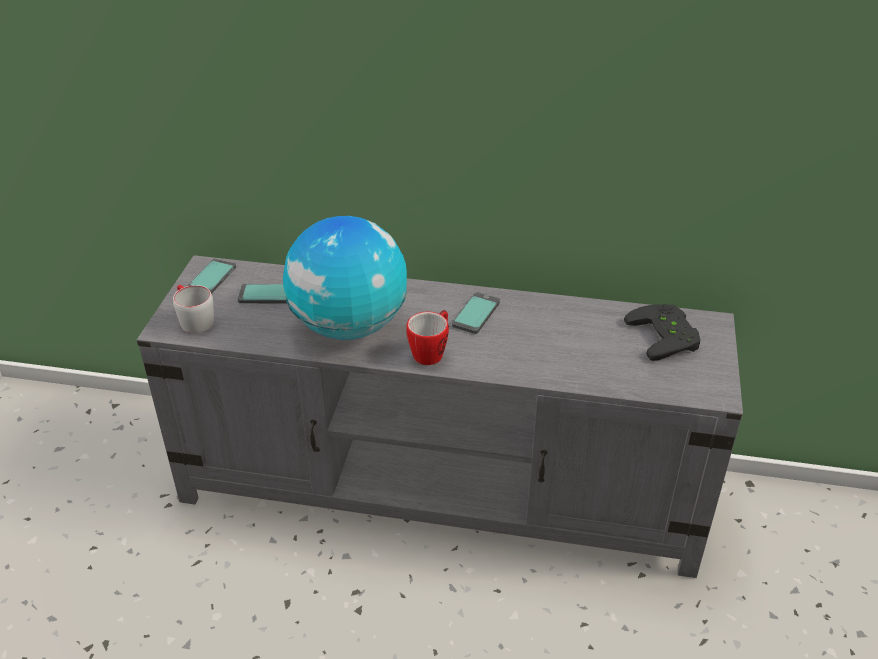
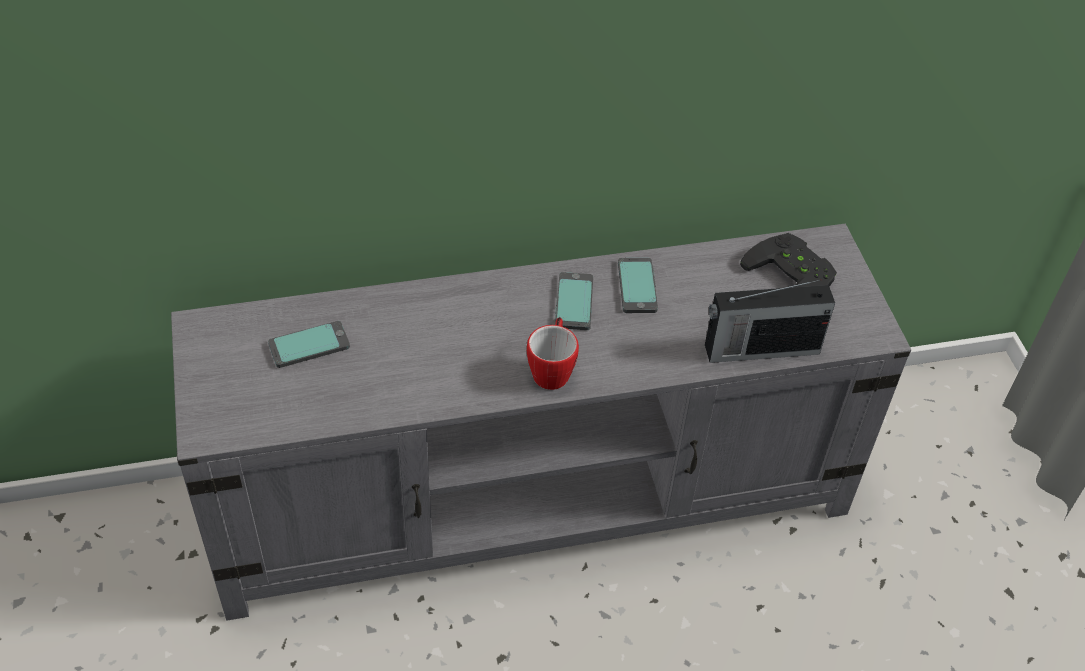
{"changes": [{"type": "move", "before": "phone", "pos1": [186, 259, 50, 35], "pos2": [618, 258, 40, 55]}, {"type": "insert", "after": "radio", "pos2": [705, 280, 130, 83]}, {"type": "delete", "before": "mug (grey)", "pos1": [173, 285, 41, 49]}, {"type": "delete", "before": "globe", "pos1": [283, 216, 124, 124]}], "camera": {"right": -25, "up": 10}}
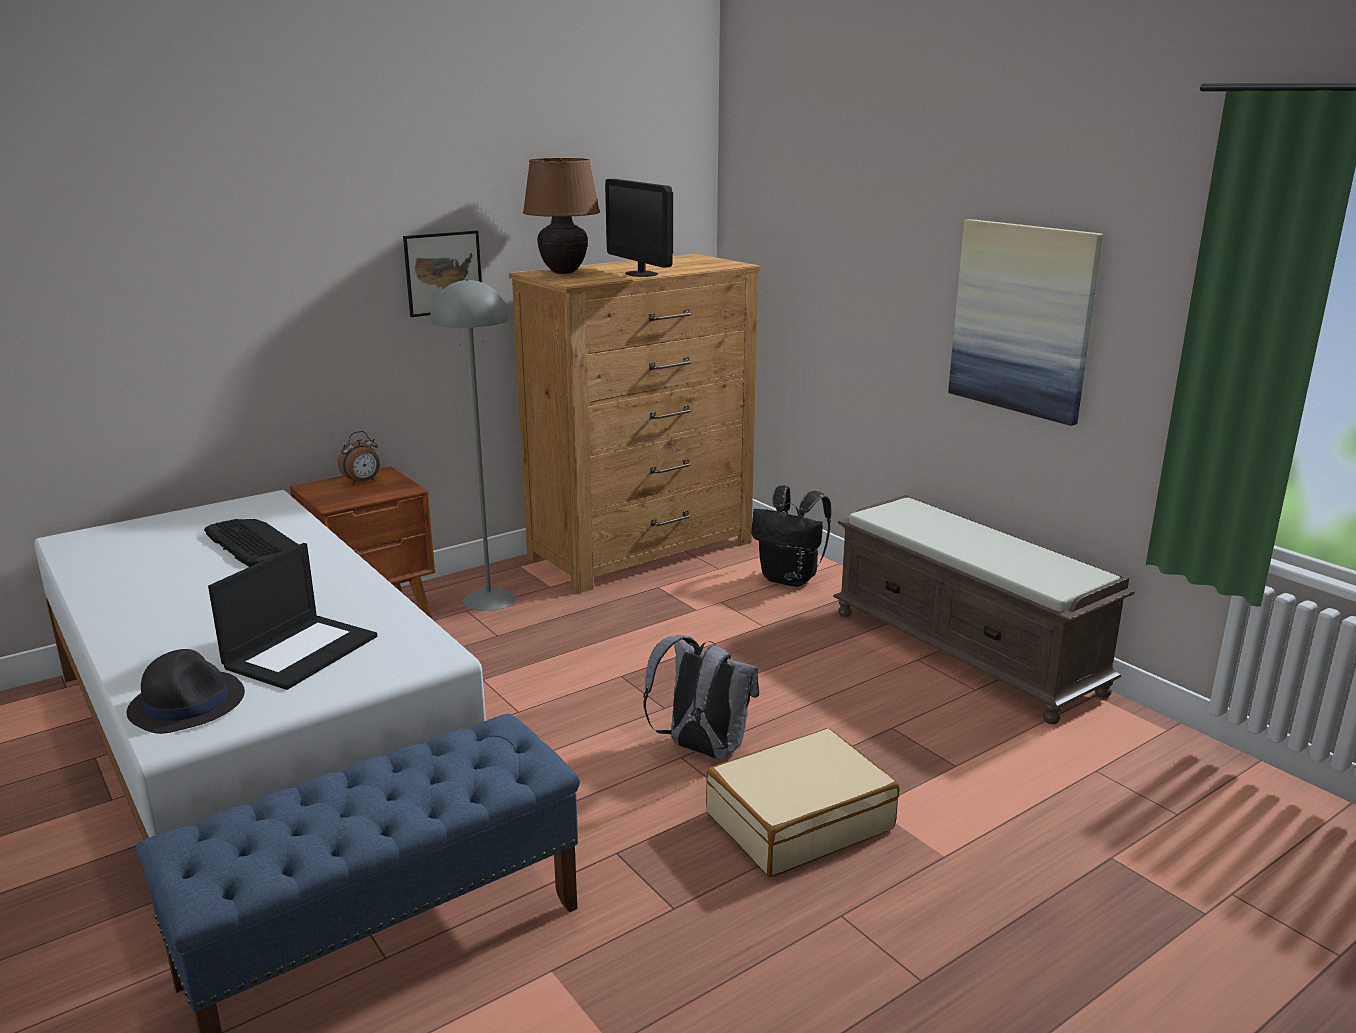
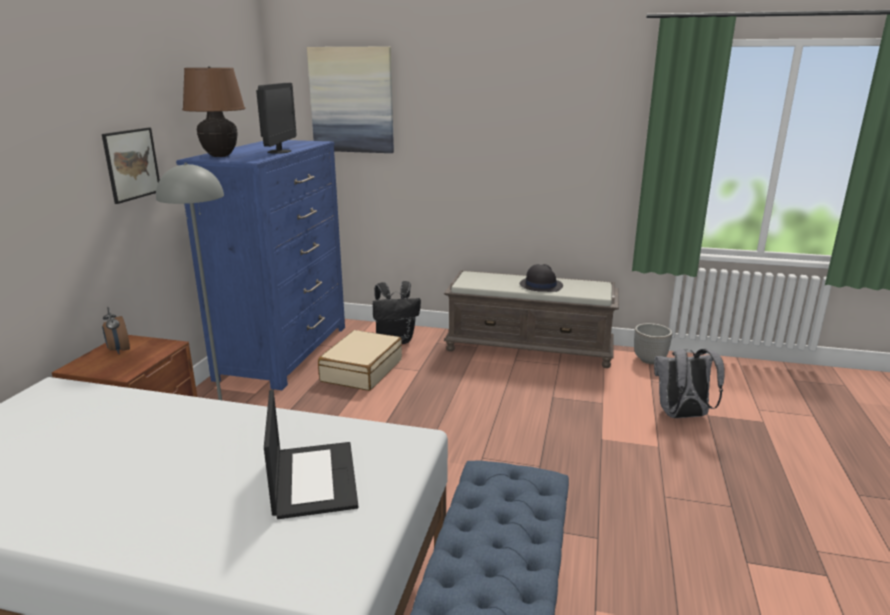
{"changes": [{"type": "rotate", "before": "alarm clock", "pos1": [338, 431, 42, 54], "pos2": [102, 307, 28, 47], "turn": 135}, {"type": "recolor", "before": "dresser (brown)", "after": "dresser (blue)", "pos1": [509, 254, 252, 339], "pos2": [176, 140, 169, 250]}, {"type": "rotate", "before": "monitor", "pos1": [605, 179, 68, 98], "pos2": [256, 83, 40, 71], "turn": -105}, {"type": "move", "before": "picture", "pos1": [948, 219, 155, 207], "pos2": [307, 47, 87, 106]}, {"type": "move", "before": "suitcase (beige)", "pos1": [706, 728, 193, 149], "pos2": [318, 330, 84, 61]}, {"type": "move", "before": "hat (black)", "pos1": [127, 649, 118, 85], "pos2": [520, 264, 43, 28]}, {"type": "insert", "after": "planter", "pos2": [634, 323, 38, 41]}, {"type": "move", "before": "backpack (grey)", "pos1": [643, 635, 116, 125], "pos2": [654, 348, 71, 70]}, {"type": "delete", "before": "keyboard", "pos1": [204, 519, 95, 48]}], "camera": {"right": -40, "up": 0}}
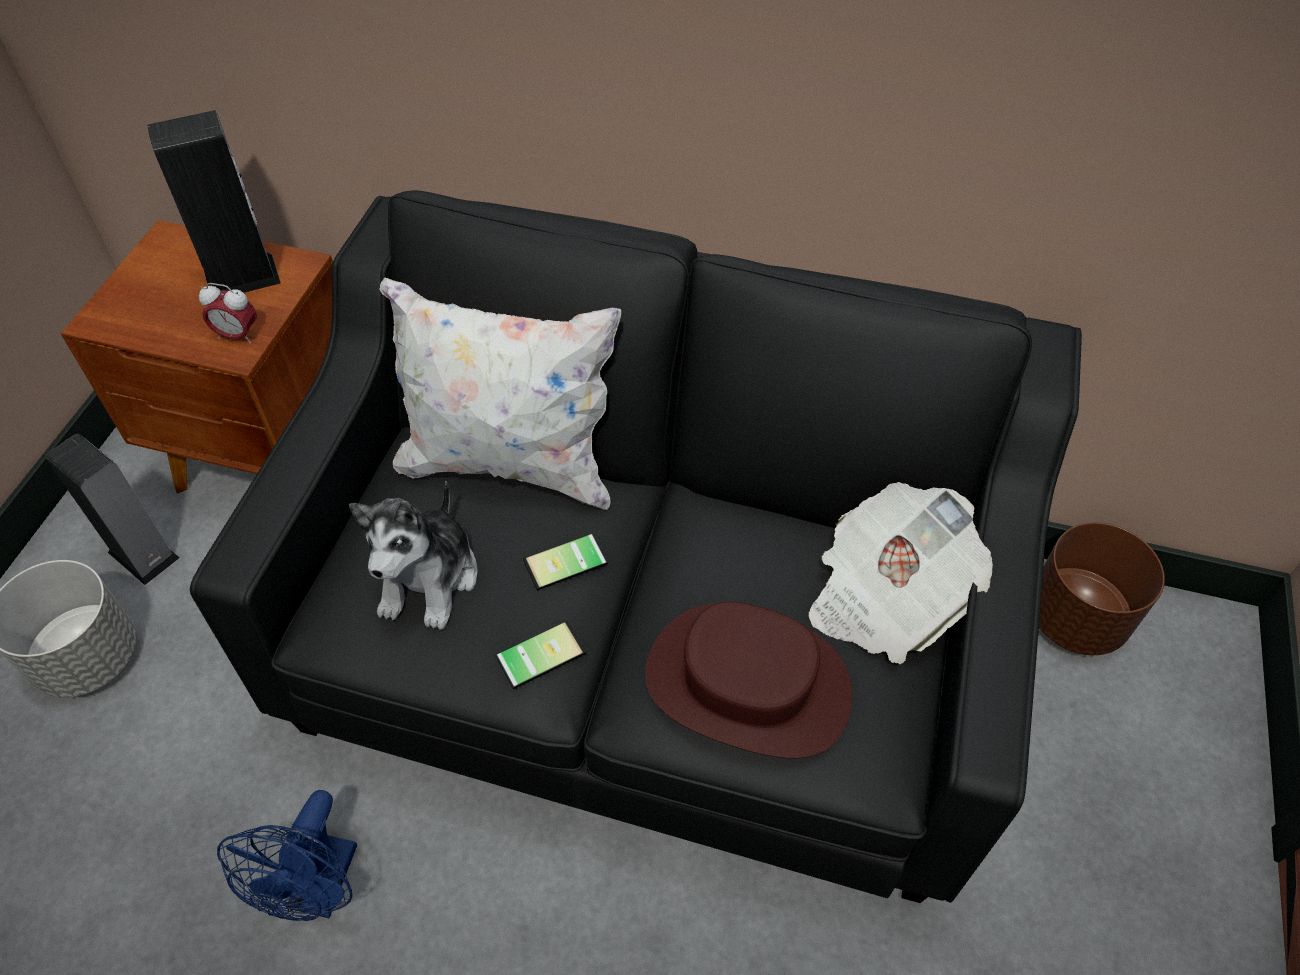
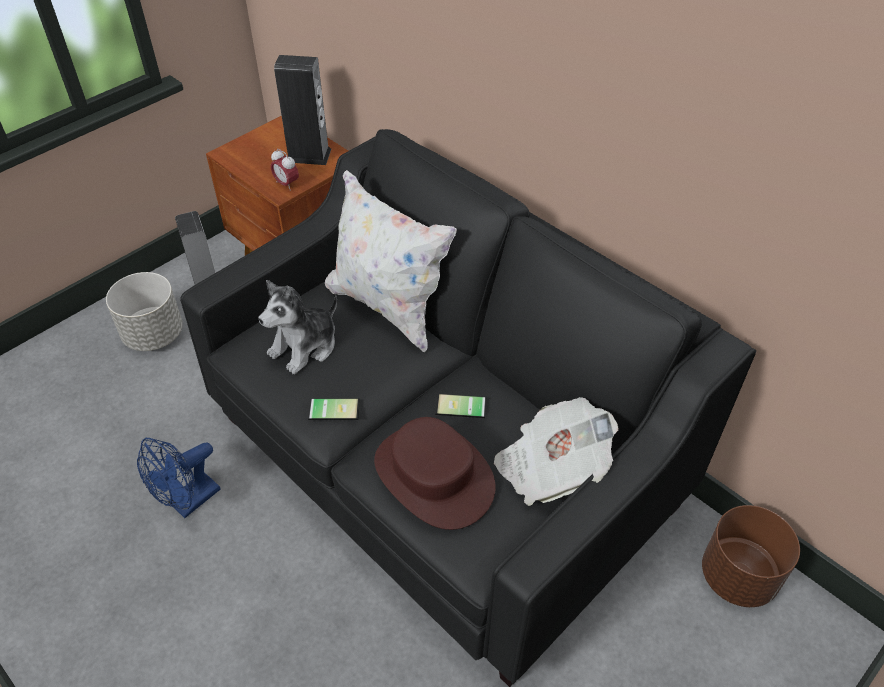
{"changes": [{"type": "move", "before": "phone", "pos1": [523, 533, 85, 57], "pos2": [435, 394, 51, 24]}], "camera": {"right": 30, "up": -5}}
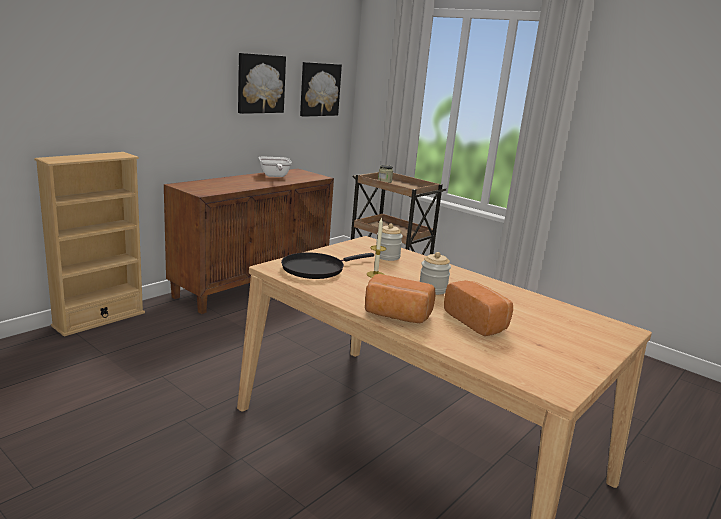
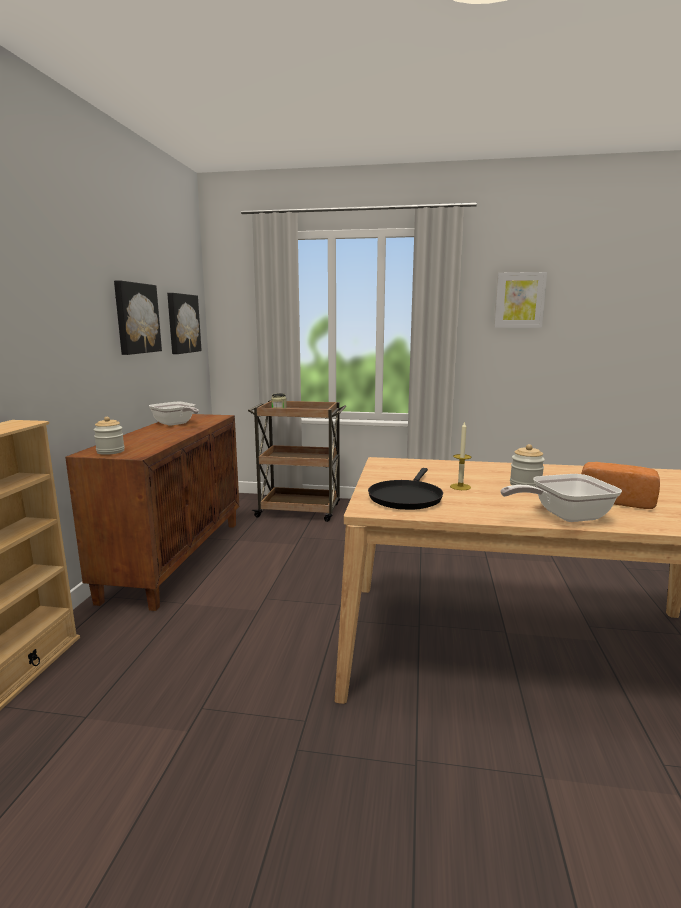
{"changes": [{"type": "move", "before": "jar", "pos1": [375, 224, 28, 37], "pos2": [94, 417, 31, 38]}, {"type": "insert", "after": "picture", "pos2": [494, 272, 53, 56]}, {"type": "replace", "before": "bread", "after": "frying pan", "pos1": [365, 274, 71, 49], "pos2": [501, 474, 121, 48]}], "camera": {"right": -30, "up": -5}}
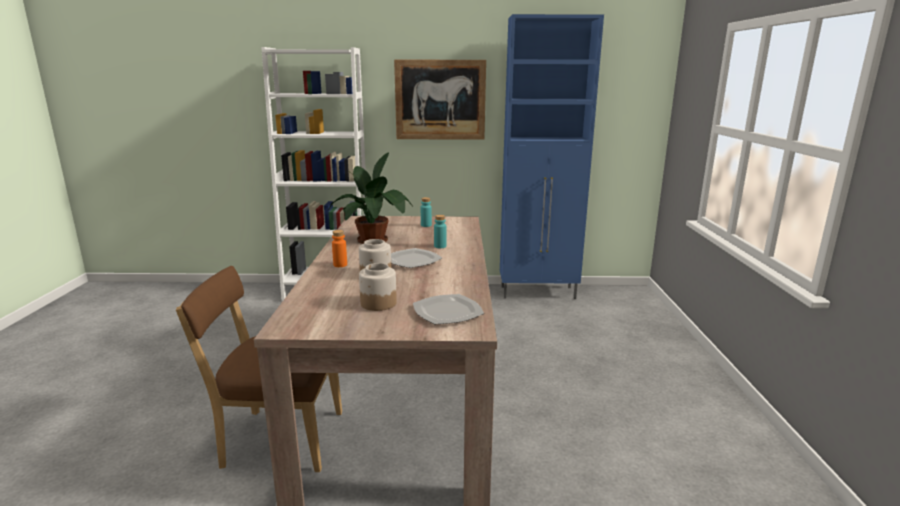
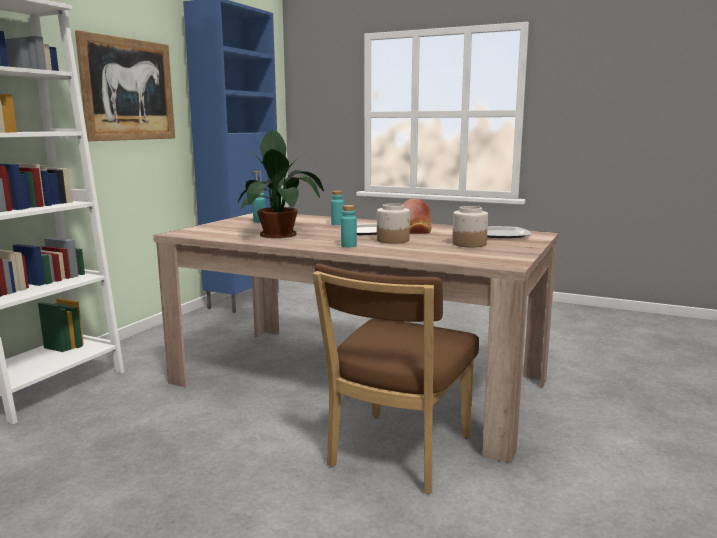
{"changes": [{"type": "recolor", "before": "bottle (orange)", "after": "bottle (turquoise)", "pos1": [332, 230, 15, 37], "pos2": [341, 205, 16, 42]}, {"type": "insert", "after": "bread", "pos2": [403, 199, 29, 35]}], "camera": {"right": -65, "up": -5}}
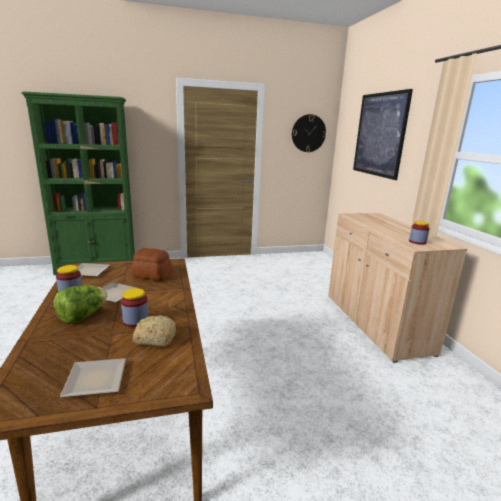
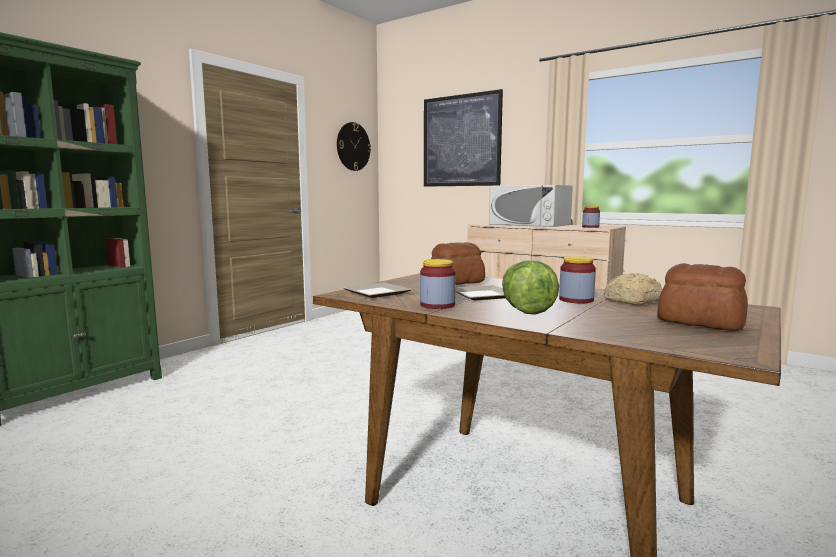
{"changes": [{"type": "insert", "after": "microwave (white)", "pos2": [489, 185, 84, 42]}, {"type": "replace", "before": "plate", "after": "bread", "pos1": [60, 358, 66, 40], "pos2": [657, 263, 91, 68]}], "camera": {"right": -40, "up": -10}}
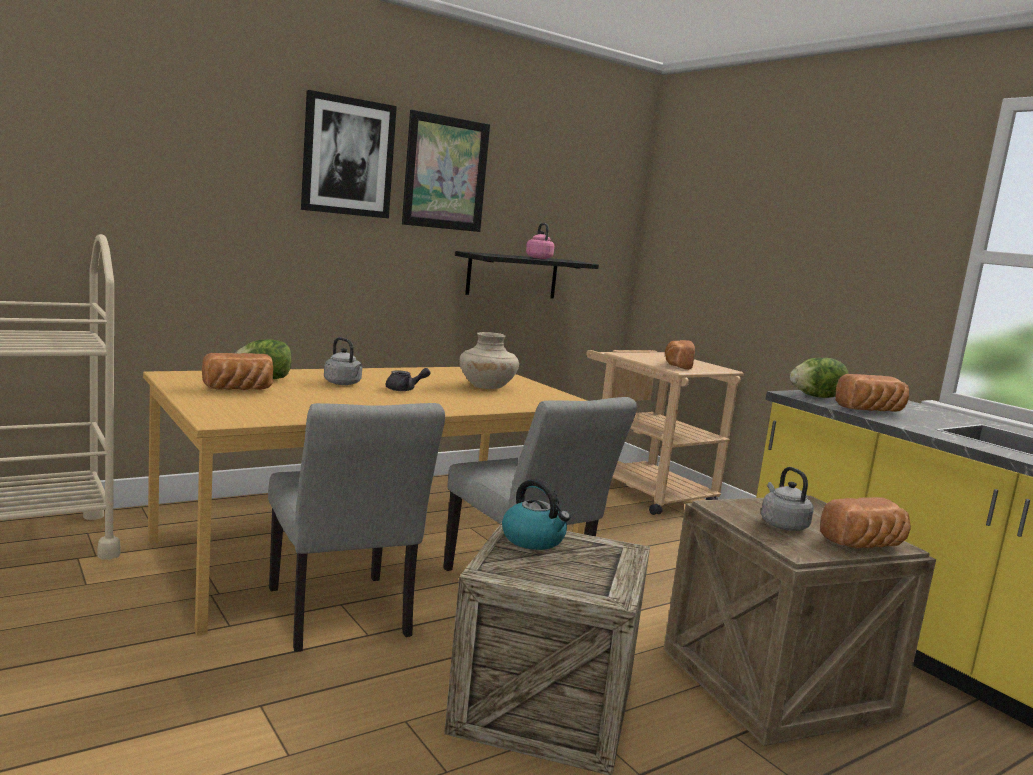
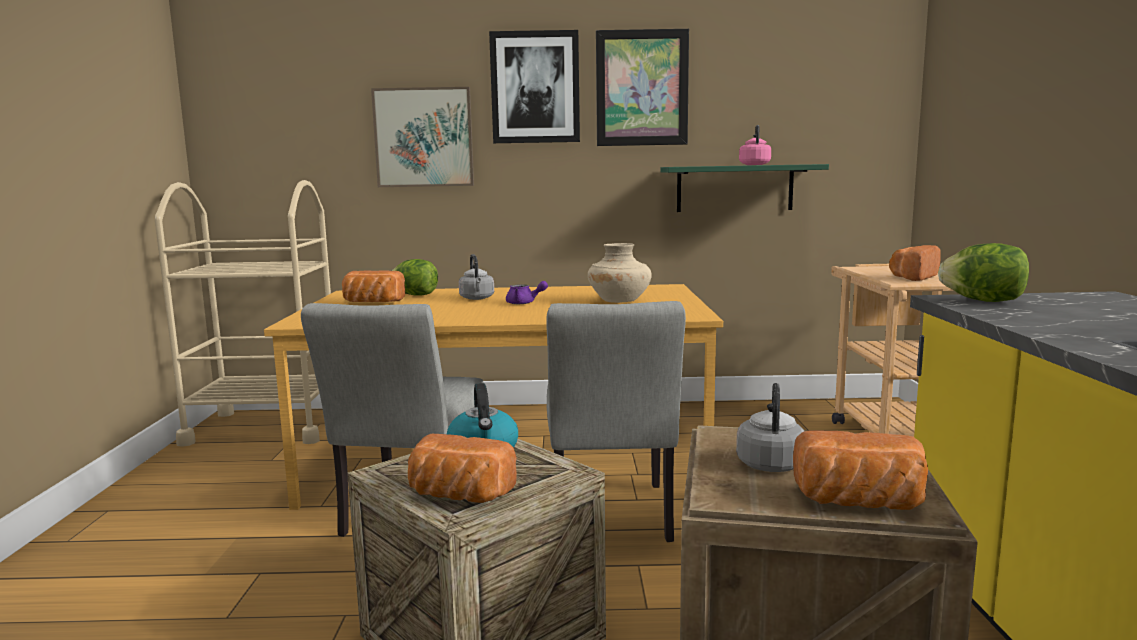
{"changes": [{"type": "insert", "after": "picture", "pos2": [371, 87, 103, 100]}, {"type": "move", "before": "bread", "pos1": [835, 374, 74, 38], "pos2": [408, 434, 109, 69]}, {"type": "recolor", "before": "teapot (grey)", "after": "teapot (purple)", "pos1": [386, 368, 45, 23], "pos2": [506, 281, 42, 23]}, {"type": "recolor", "before": "shelf (black)", "after": "shelf (green)", "pos1": [455, 251, 144, 48], "pos2": [661, 164, 168, 48]}], "camera": {"right": 35, "up": 0}}
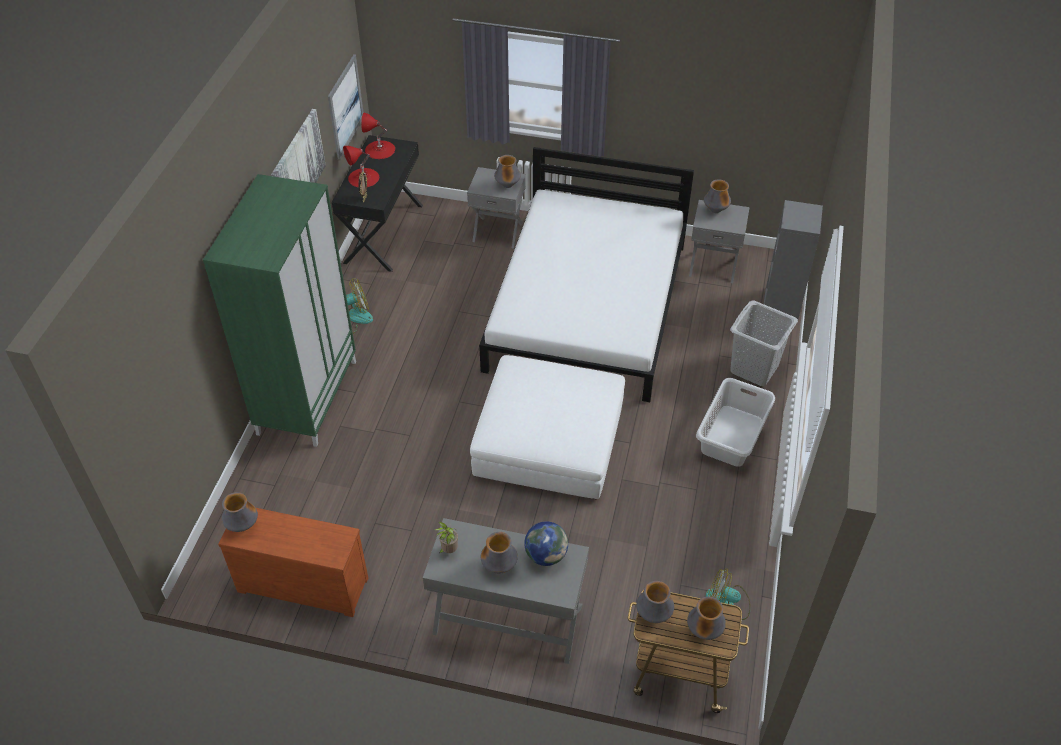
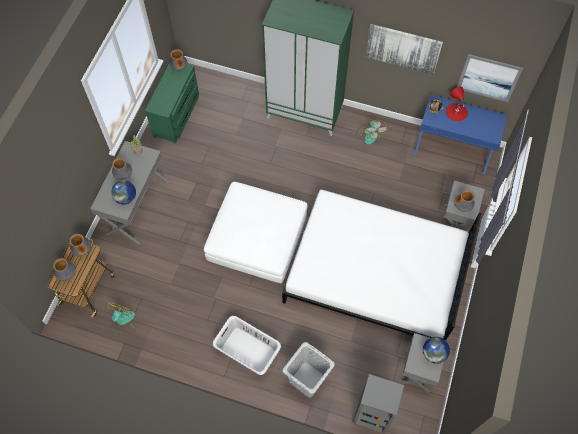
{"changes": [{"type": "recolor", "before": "dresser (brown)", "after": "dresser (green)", "pos1": [218, 508, 150, 109], "pos2": [145, 64, 54, 80]}, {"type": "recolor", "before": "desk (black)", "after": "desk (blue)", "pos1": [332, 135, 91, 137], "pos2": [414, 95, 93, 80]}, {"type": "replace", "before": "vase", "after": "globe", "pos1": [704, 179, 27, 34], "pos2": [423, 337, 27, 27]}, {"type": "delete", "before": "table lamp (red)", "pos1": [361, 113, 34, 46]}], "camera": {"right": 95, "up": 15}}
